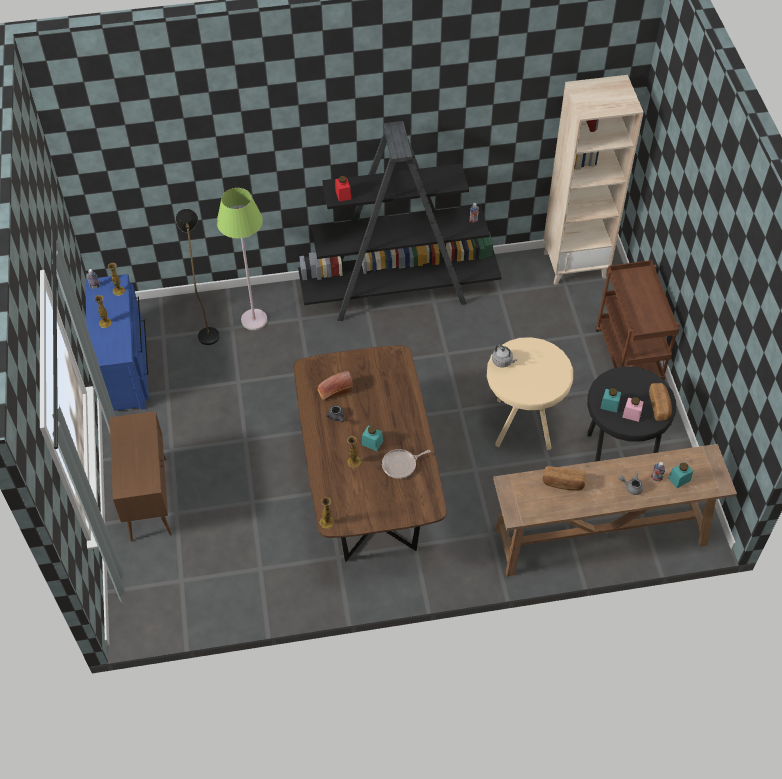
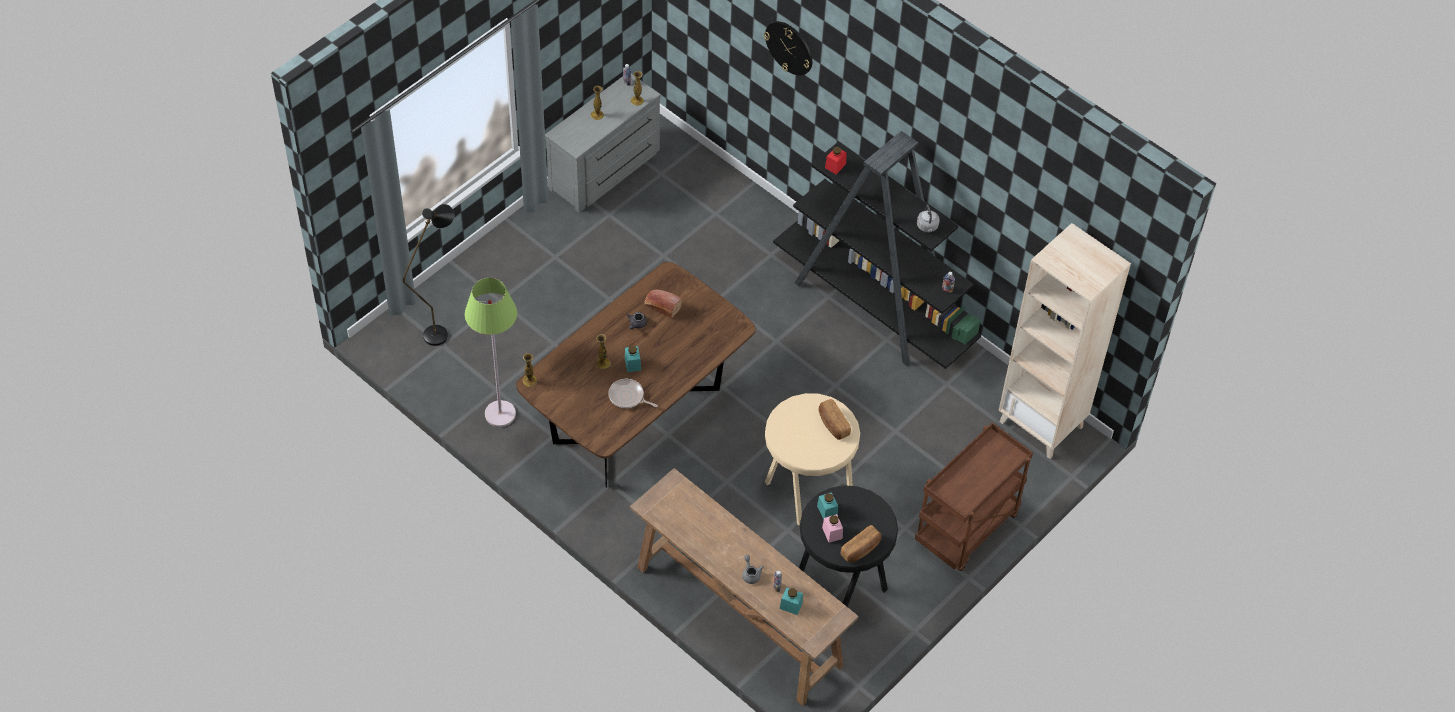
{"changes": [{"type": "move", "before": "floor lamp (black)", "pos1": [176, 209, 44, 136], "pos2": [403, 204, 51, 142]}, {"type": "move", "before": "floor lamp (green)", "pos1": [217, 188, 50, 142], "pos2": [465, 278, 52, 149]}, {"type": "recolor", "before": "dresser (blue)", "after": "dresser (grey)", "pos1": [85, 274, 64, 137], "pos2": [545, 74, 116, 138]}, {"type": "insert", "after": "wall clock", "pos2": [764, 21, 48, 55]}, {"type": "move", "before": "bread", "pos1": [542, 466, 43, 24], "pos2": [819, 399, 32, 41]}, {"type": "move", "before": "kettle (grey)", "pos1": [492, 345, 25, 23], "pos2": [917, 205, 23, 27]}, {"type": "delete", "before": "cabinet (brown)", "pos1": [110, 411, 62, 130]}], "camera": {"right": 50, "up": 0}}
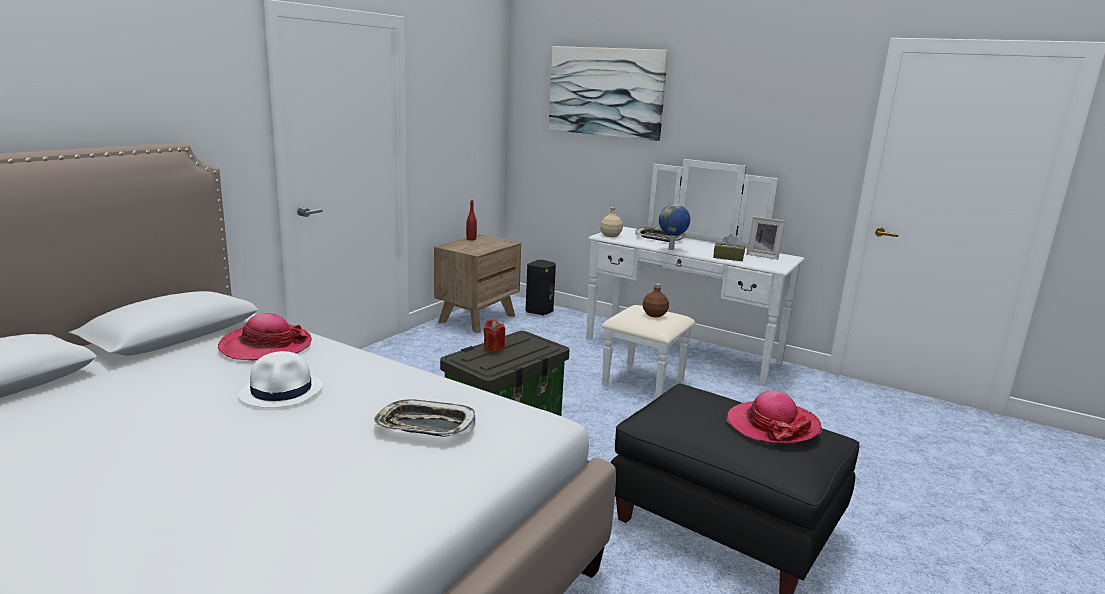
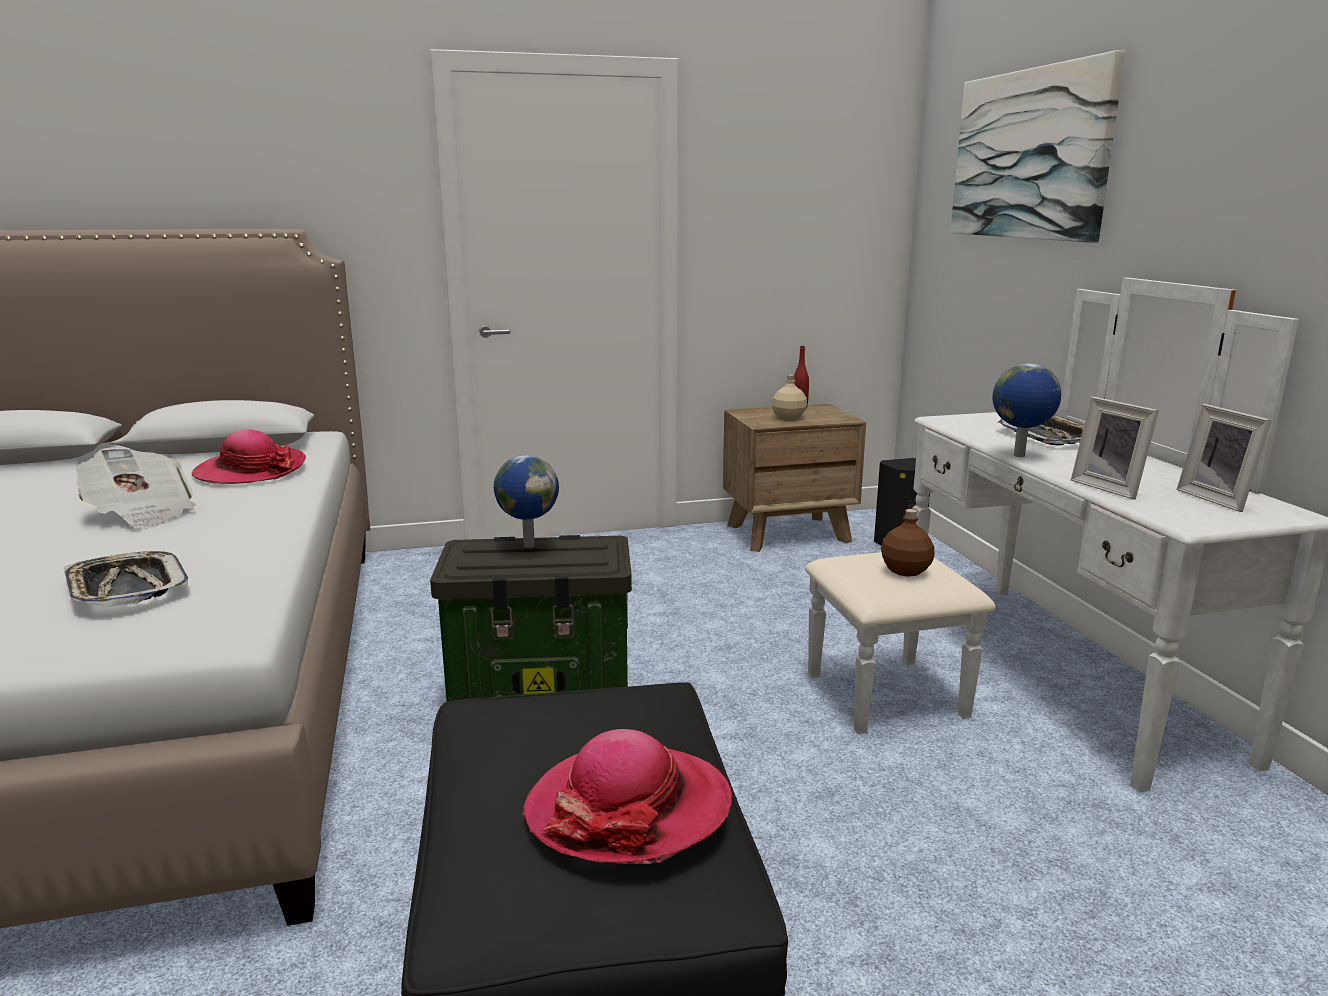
{"changes": [{"type": "replace", "before": "hat (white)", "after": "newspaper", "pos1": [238, 351, 85, 57], "pos2": [76, 447, 119, 82]}, {"type": "replace", "before": "candle (red)", "after": "globe", "pos1": [484, 320, 21, 32], "pos2": [494, 455, 65, 93]}, {"type": "move", "before": "bottle (beige)", "pos1": [600, 207, 23, 30], "pos2": [772, 375, 35, 45]}, {"type": "replace", "before": "tissue box (brown)", "after": "picture frame", "pos1": [713, 234, 32, 27], "pos2": [1071, 397, 88, 102]}], "camera": {"right": 45, "up": 0}}
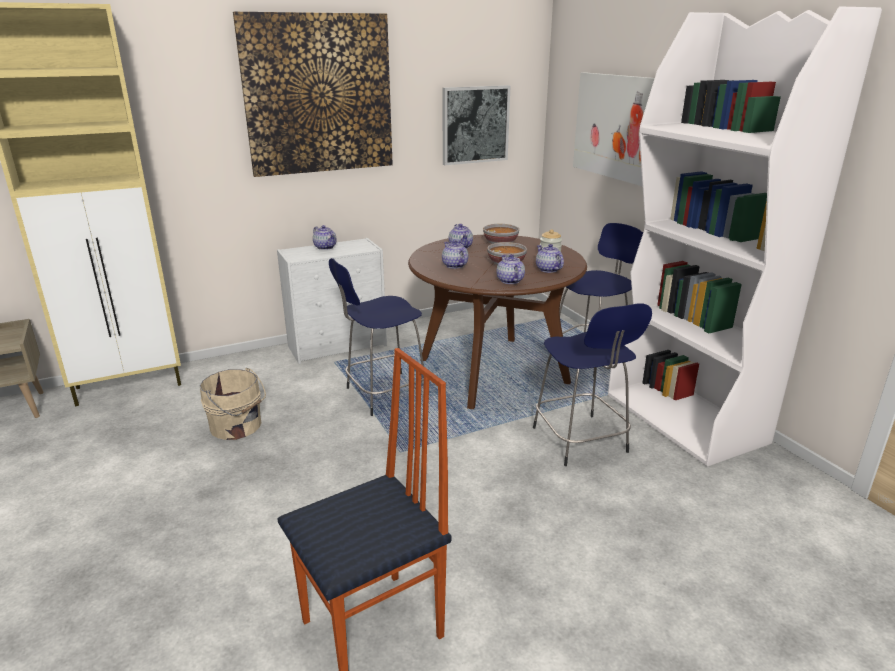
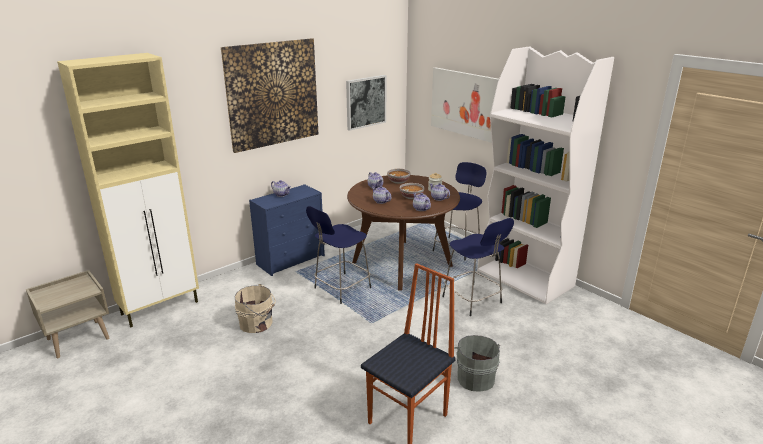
{"changes": [{"type": "recolor", "before": "dresser (white)", "after": "dresser (blue)", "pos1": [277, 238, 110, 126], "pos2": [249, 184, 76, 92]}, {"type": "insert", "after": "bucket (grey)", "pos2": [454, 335, 46, 57]}], "camera": {"right": -15, "up": 0}}
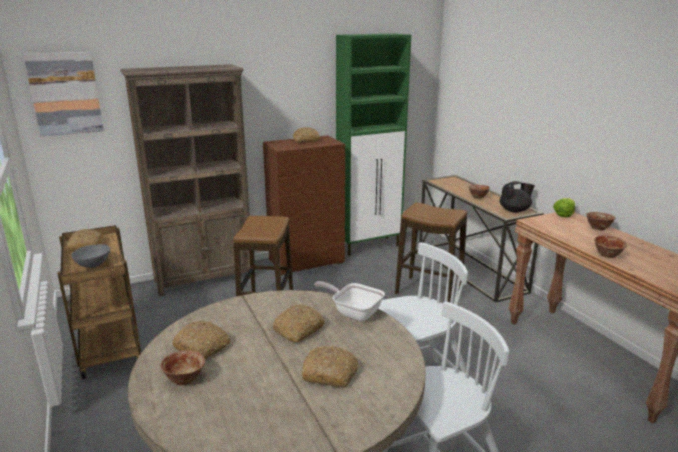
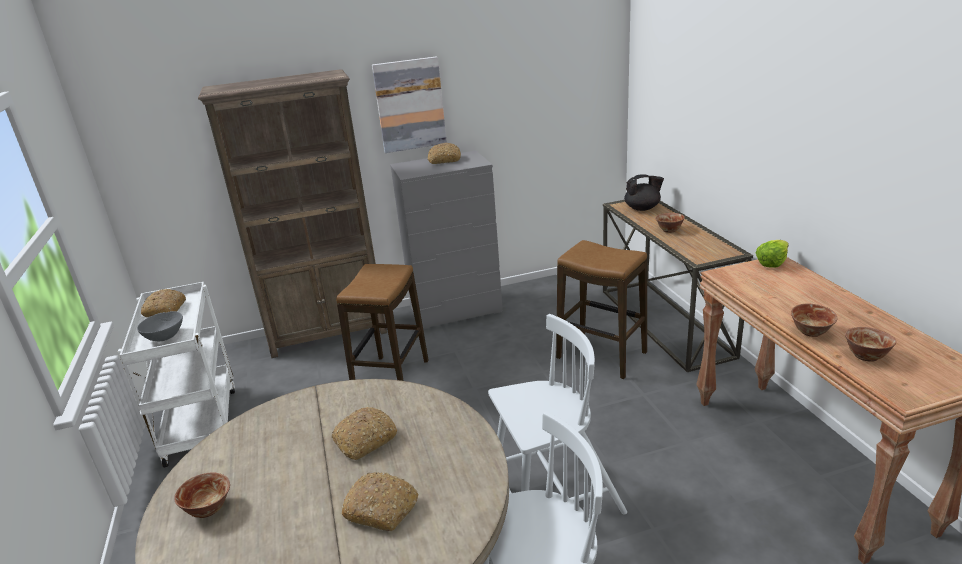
{"changes": [{"type": "recolor", "before": "cart (brown)", "after": "cart (white)", "pos1": [57, 225, 84, 154], "pos2": [118, 282, 117, 186]}, {"type": "move", "before": "picture", "pos1": [23, 52, 81, 84], "pos2": [372, 56, 75, 97]}, {"type": "recolor", "before": "dresser (brown)", "after": "dresser (grey)", "pos1": [263, 135, 83, 140], "pos2": [390, 151, 113, 178]}, {"type": "move", "before": "teapot (black)", "pos1": [500, 181, 35, 32], "pos2": [624, 174, 40, 37]}, {"type": "move", "before": "bowl", "pos1": [586, 212, 30, 18], "pos2": [845, 327, 52, 34]}, {"type": "delete", "before": "bread", "pos1": [172, 321, 59, 38]}, {"type": "delete", "before": "frying pan", "pos1": [314, 281, 71, 40]}, {"type": "delete", "before": "cabinet (green)", "pos1": [336, 34, 75, 222]}], "camera": {"right": 10, "up": 5}}
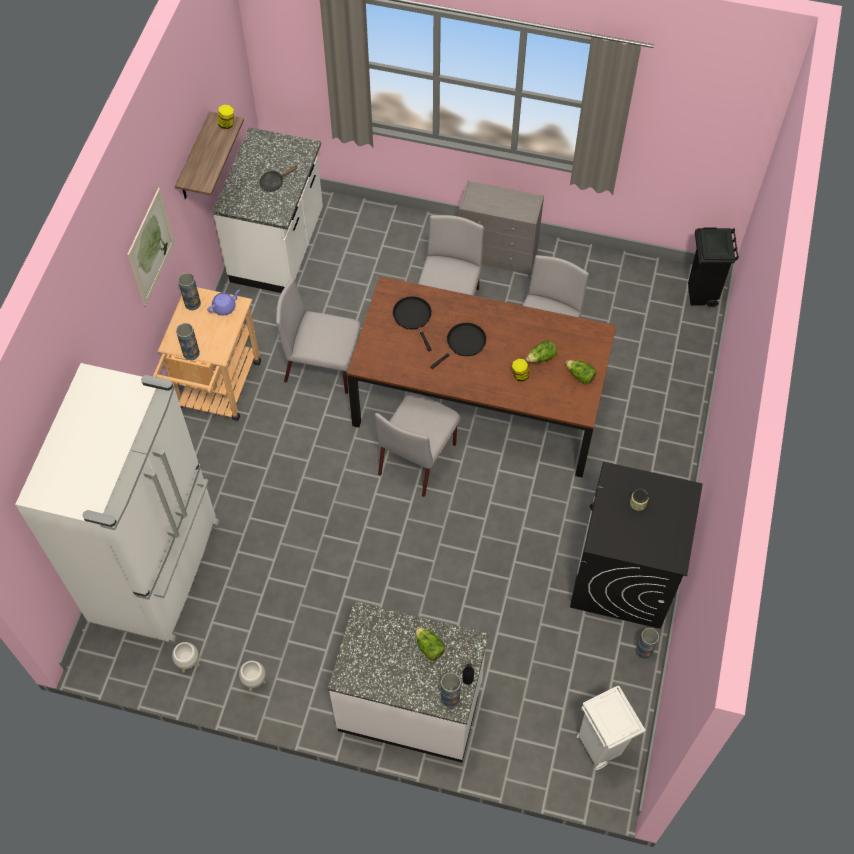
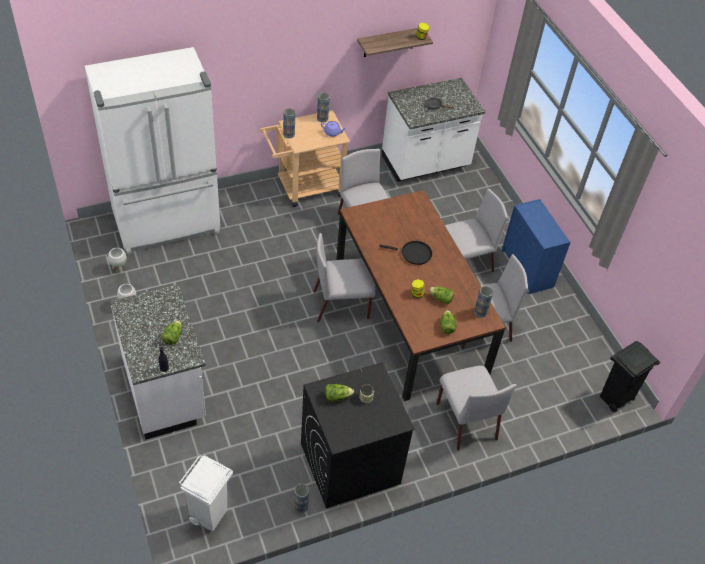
{"changes": [{"type": "insert", "after": "lettuce", "pos2": [325, 384, 29, 18]}, {"type": "insert", "after": "chair (grey)", "pos2": [437, 366, 79, 85]}, {"type": "move", "before": "vase", "pos1": [440, 672, 21, 35], "pos2": [474, 286, 19, 32]}, {"type": "recolor", "before": "dresser (grey)", "after": "dresser (blue)", "pos1": [458, 180, 86, 98], "pos2": [501, 199, 70, 95]}, {"type": "delete", "before": "picture", "pos1": [127, 187, 48, 119]}, {"type": "delete", "before": "frying pan (black)", "pos1": [393, 296, 39, 55]}], "camera": {"right": 50, "up": -10}}
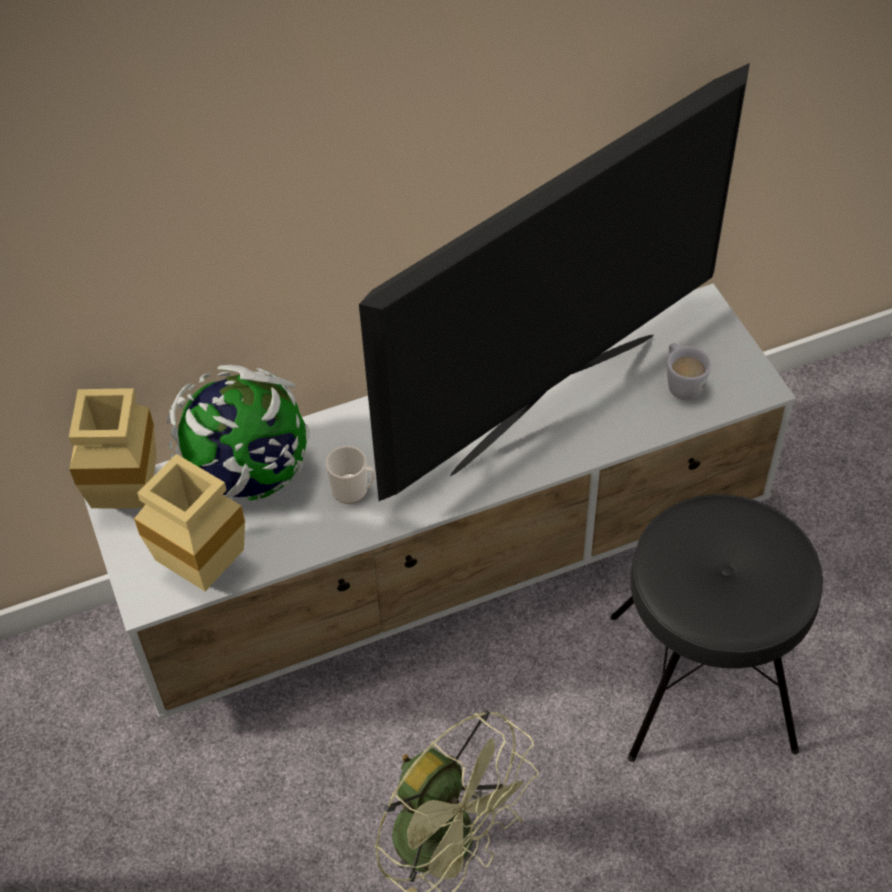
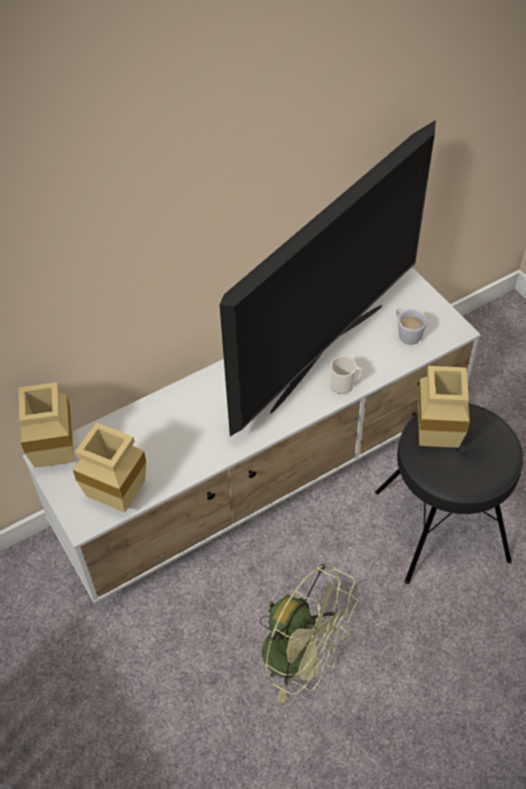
{"changes": [{"type": "move", "before": "mug", "pos1": [326, 446, 50, 58], "pos2": [330, 356, 33, 38]}, {"type": "insert", "after": "vase (beige)", "pos2": [418, 366, 52, 82]}, {"type": "delete", "before": "globe", "pos1": [167, 365, 142, 138]}], "camera": {"right": -10, "up": 0}}
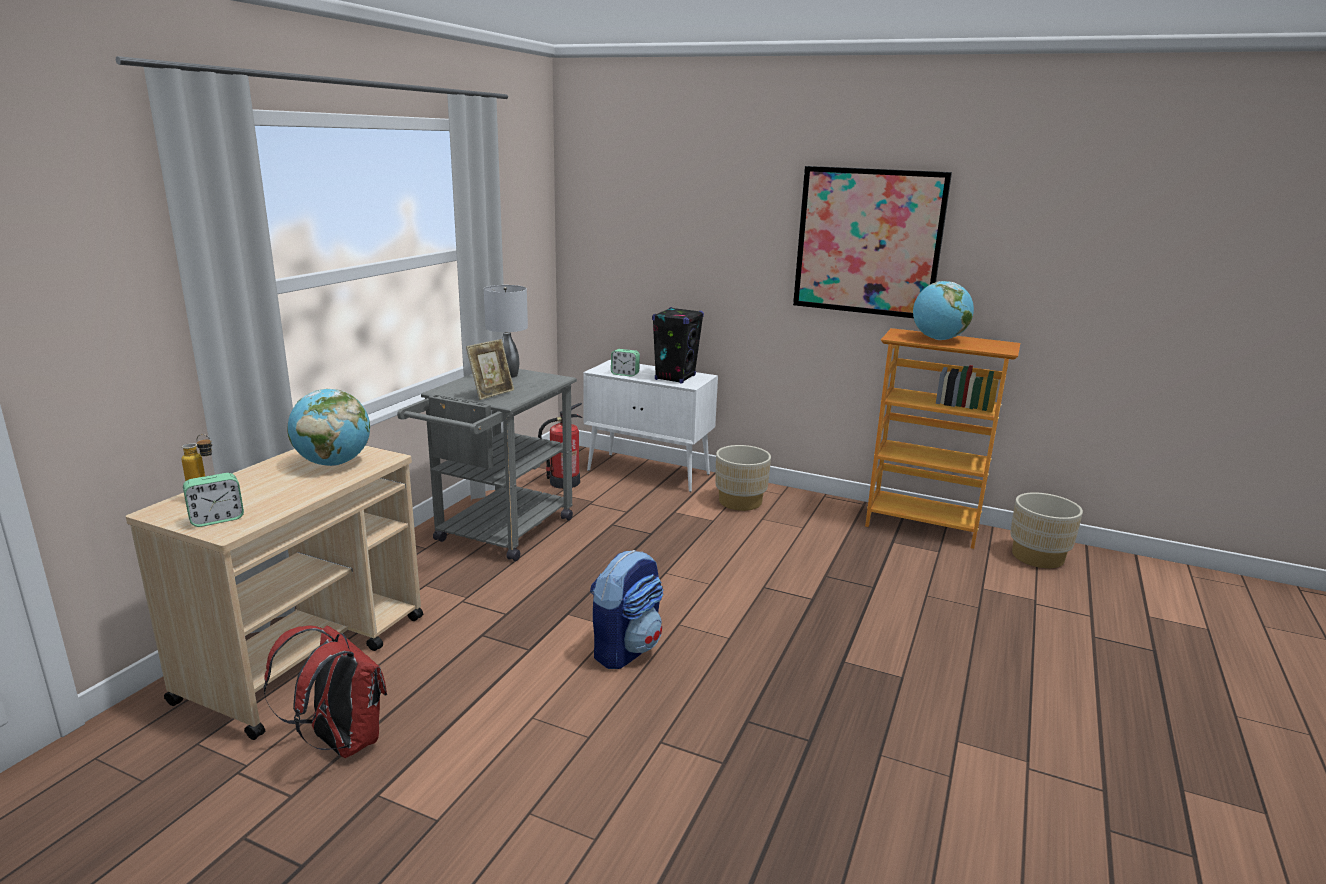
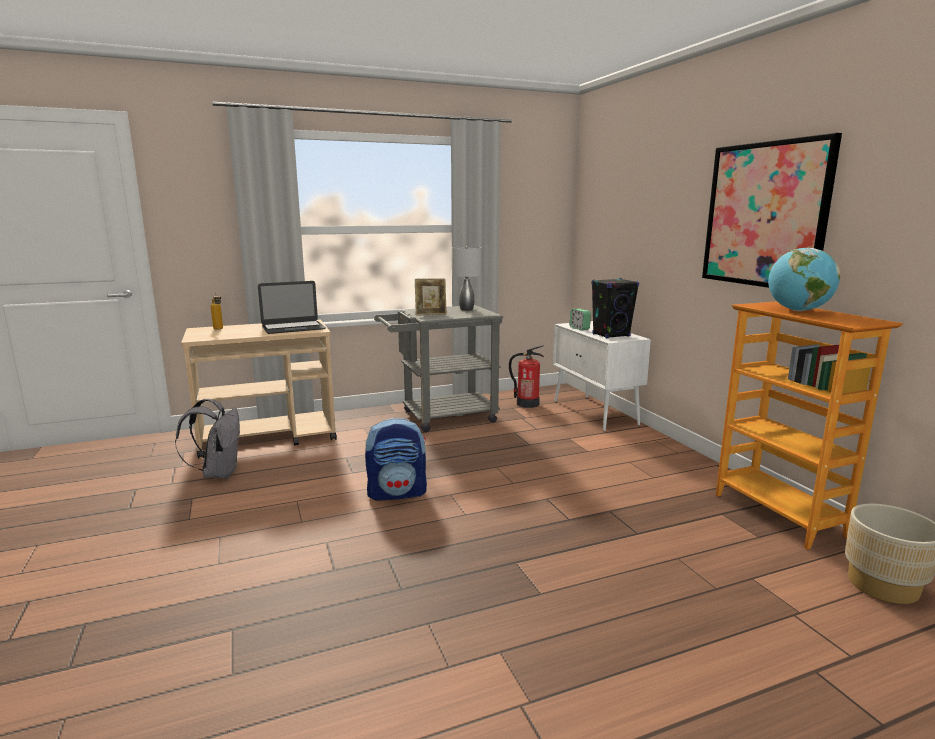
{"changes": [{"type": "recolor", "before": "backpack (red)", "after": "backpack (grey)", "pos1": [263, 625, 124, 133], "pos2": [175, 399, 65, 80]}, {"type": "replace", "before": "globe", "after": "laptop", "pos1": [287, 389, 83, 77], "pos2": [258, 281, 68, 53]}, {"type": "delete", "before": "alarm clock", "pos1": [183, 473, 61, 54]}, {"type": "delete", "before": "planter (beige)", "pos1": [716, 445, 55, 66]}], "camera": {"right": 45, "up": -5}}
